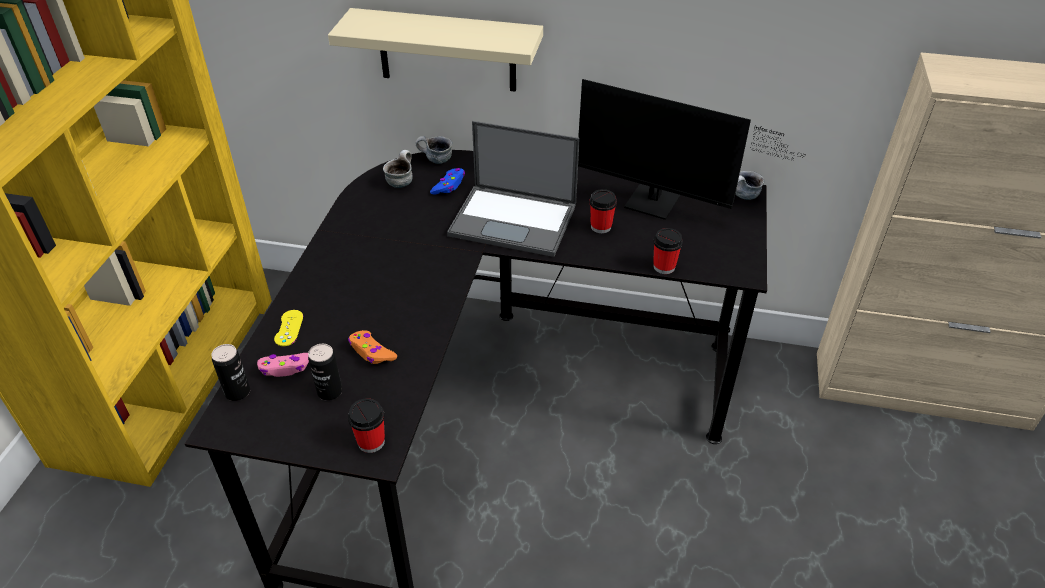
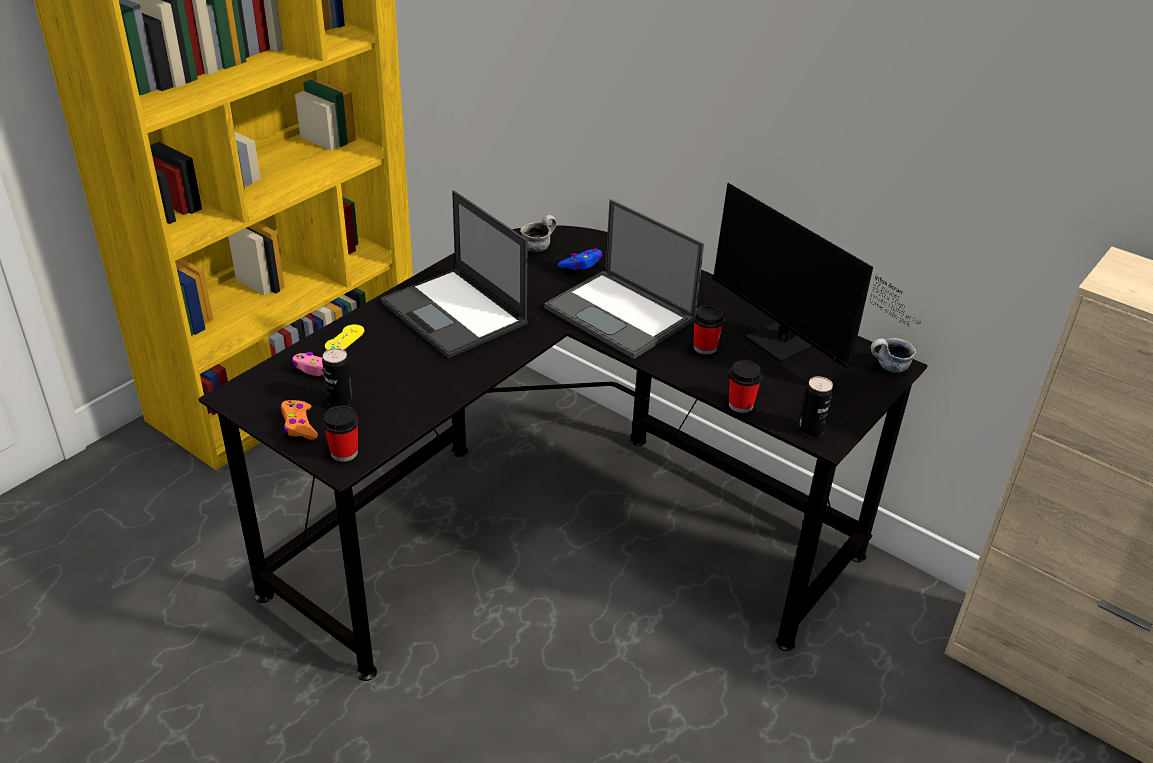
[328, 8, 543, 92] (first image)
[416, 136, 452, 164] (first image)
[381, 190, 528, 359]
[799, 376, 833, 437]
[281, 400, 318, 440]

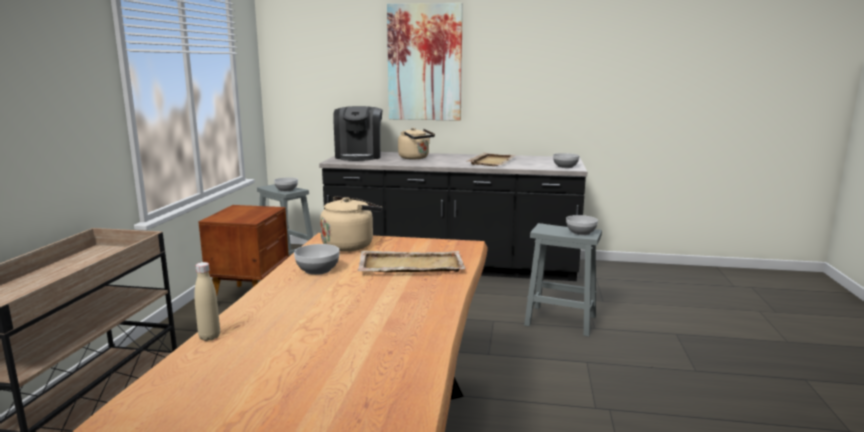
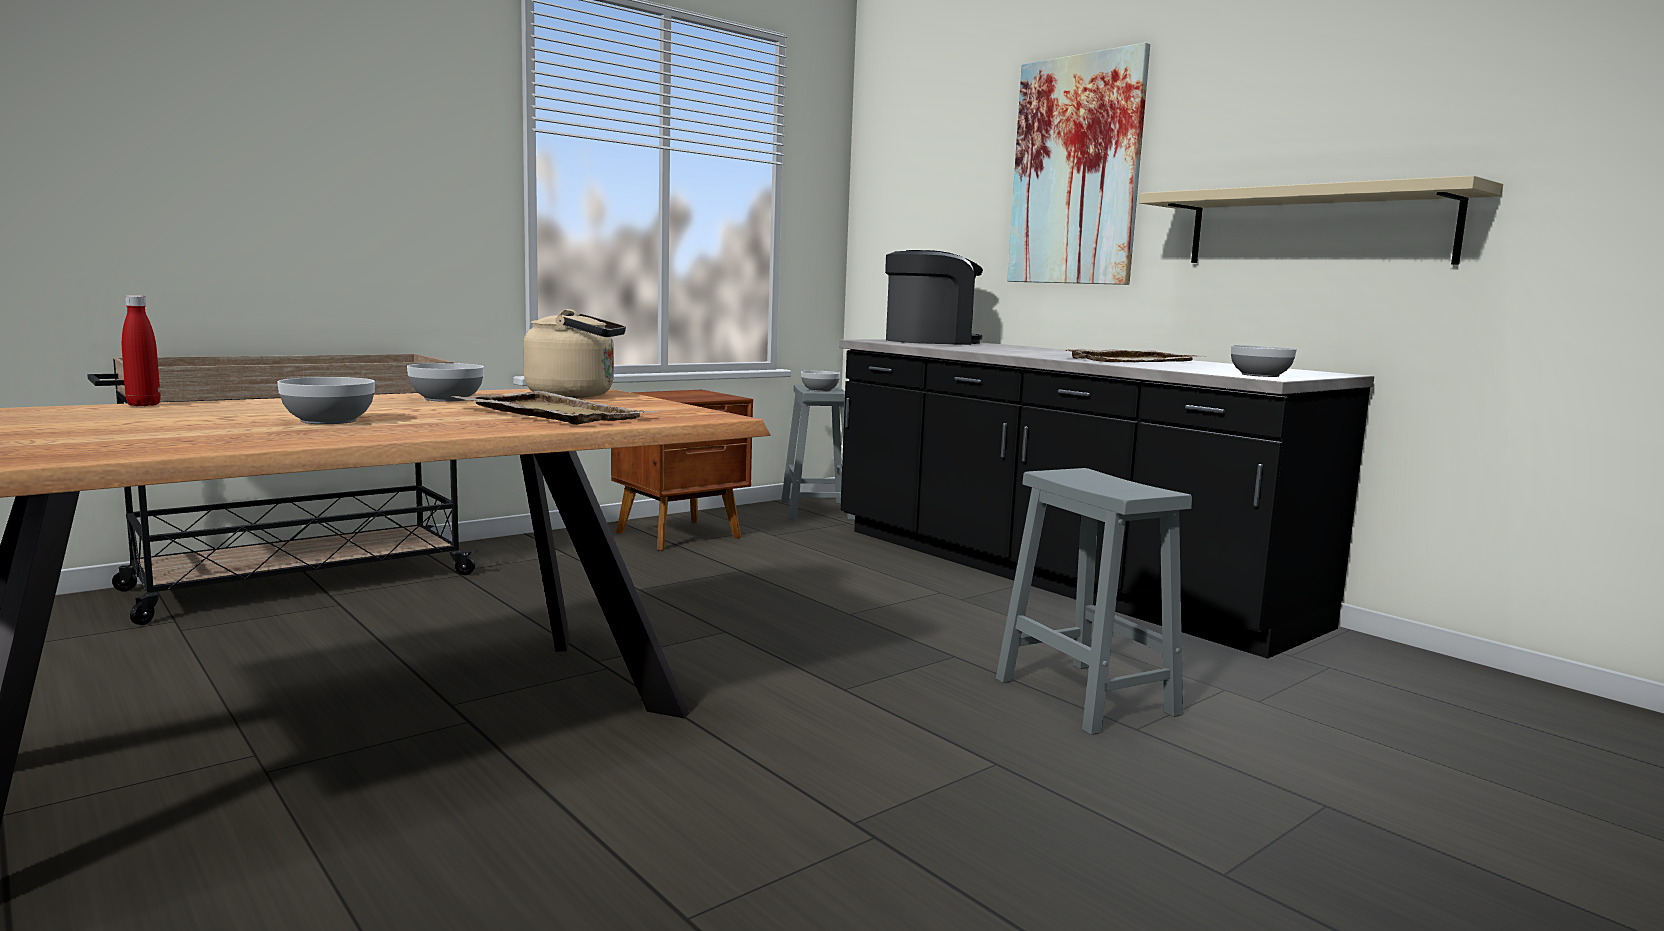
[398, 128, 435, 159] (first image)
[1139, 175, 1503, 265]
[277, 377, 375, 424]
[122, 295, 160, 406]
[885, 250, 983, 345]

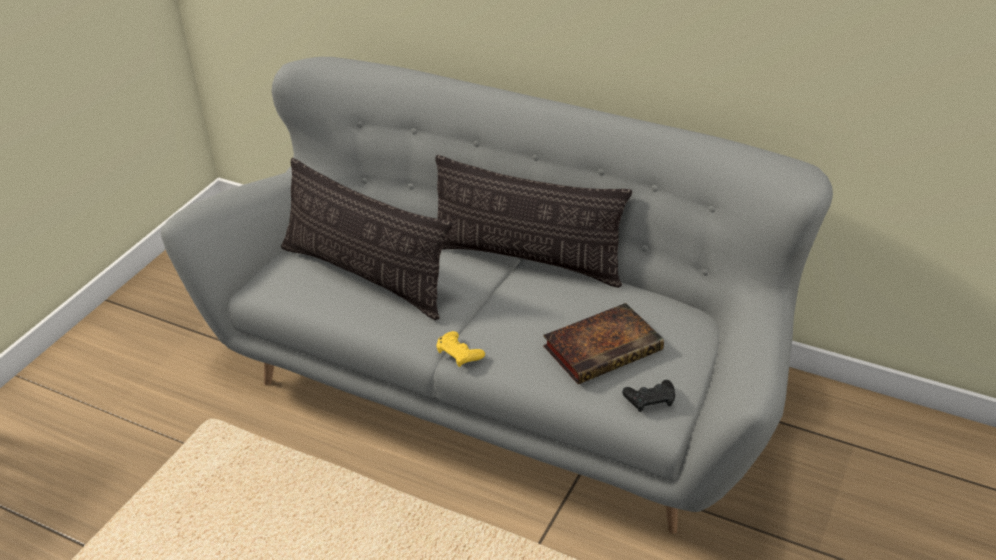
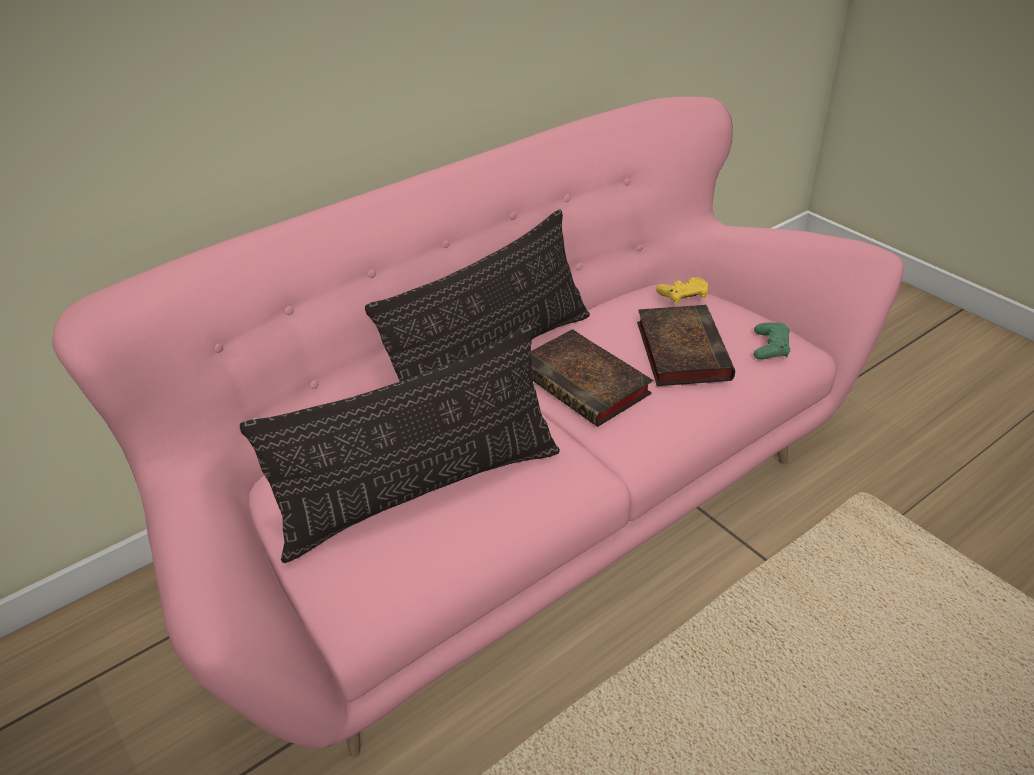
[531, 329, 653, 427]
[656, 277, 709, 305]
[52, 97, 904, 757]
[754, 323, 791, 360]

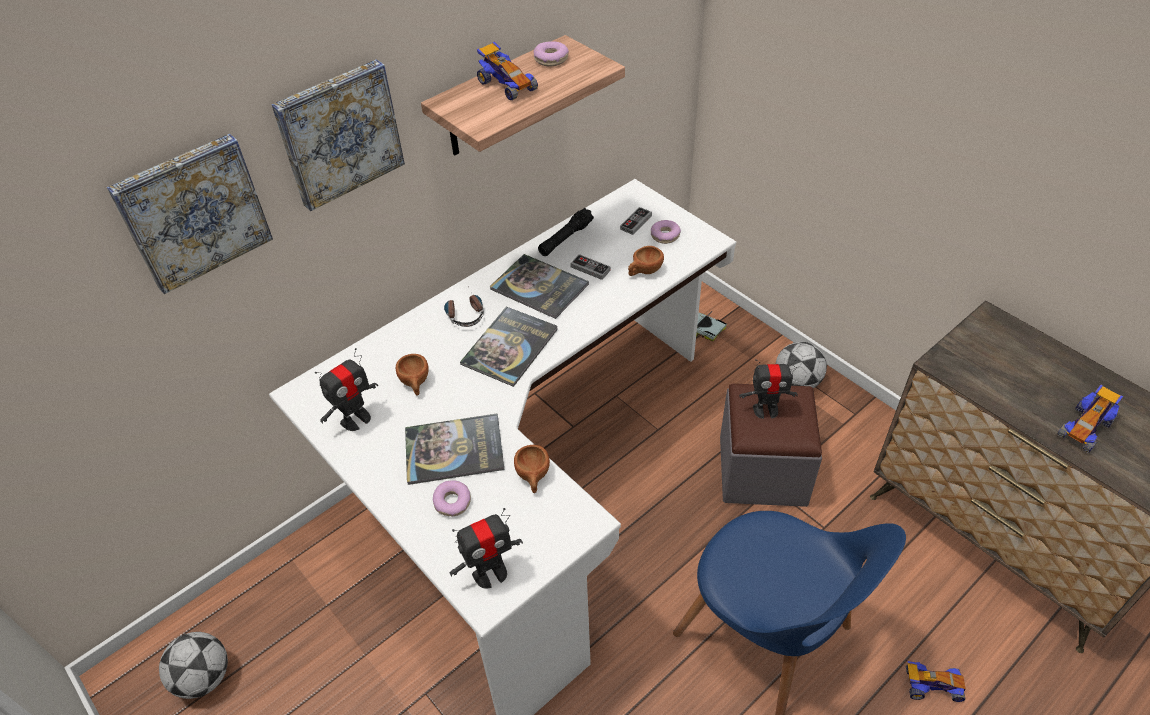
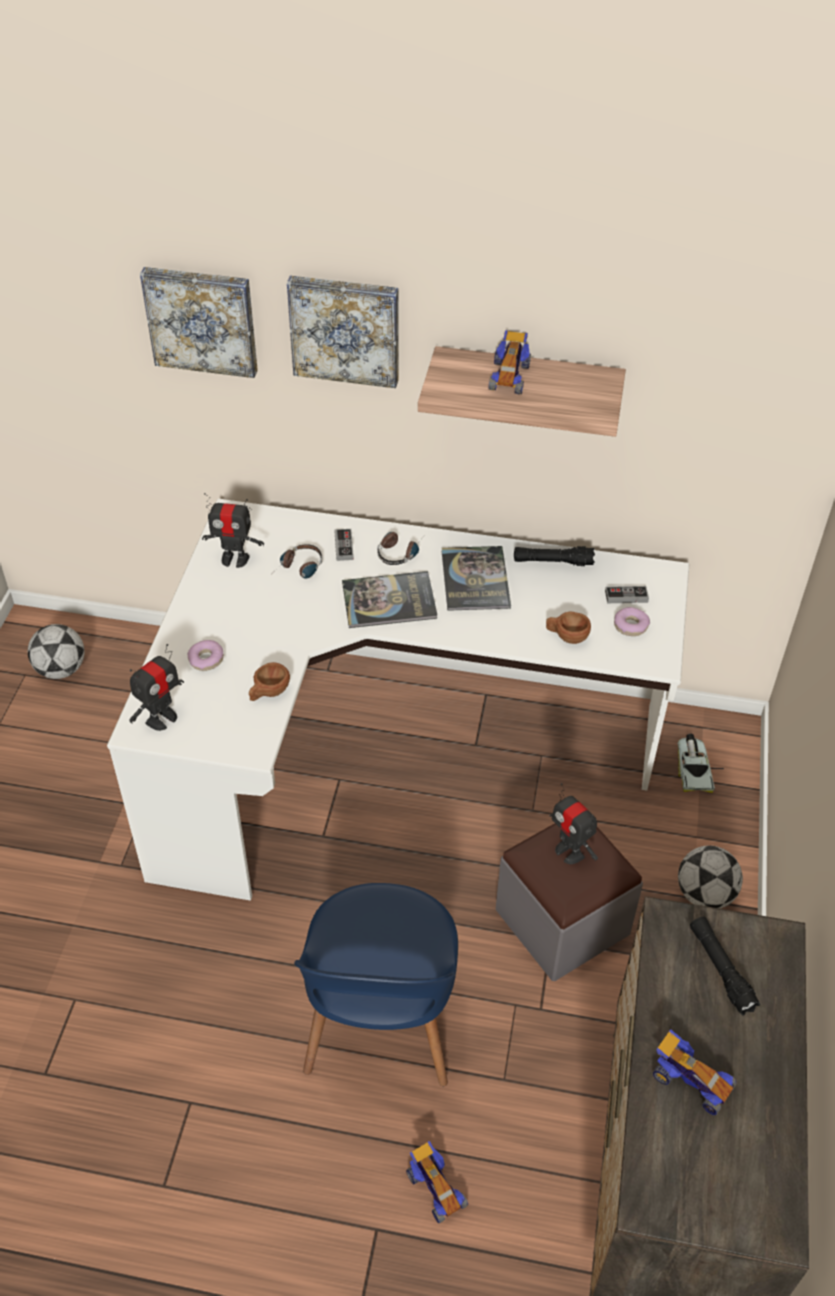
[405, 414, 504, 485] (first image)
[533, 41, 569, 67] (first image)
[690, 917, 760, 1016]
[334, 529, 354, 561]
[277, 544, 322, 578]
[129, 644, 184, 731]
[653, 1029, 737, 1115]

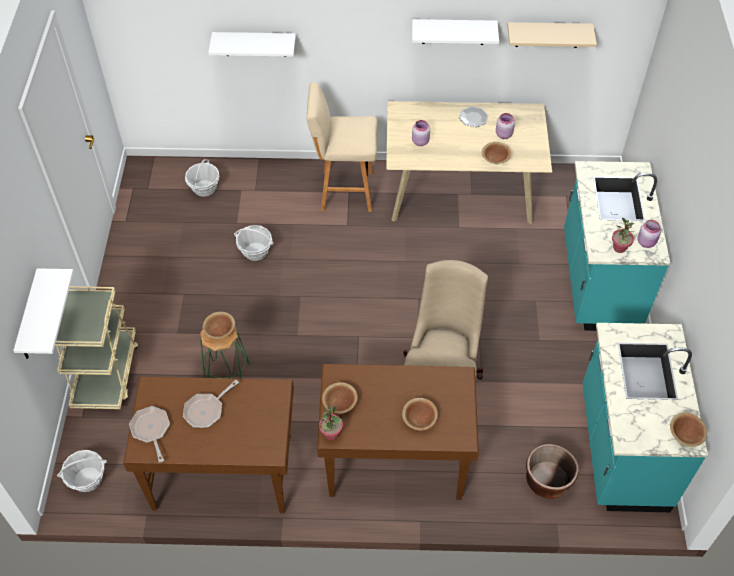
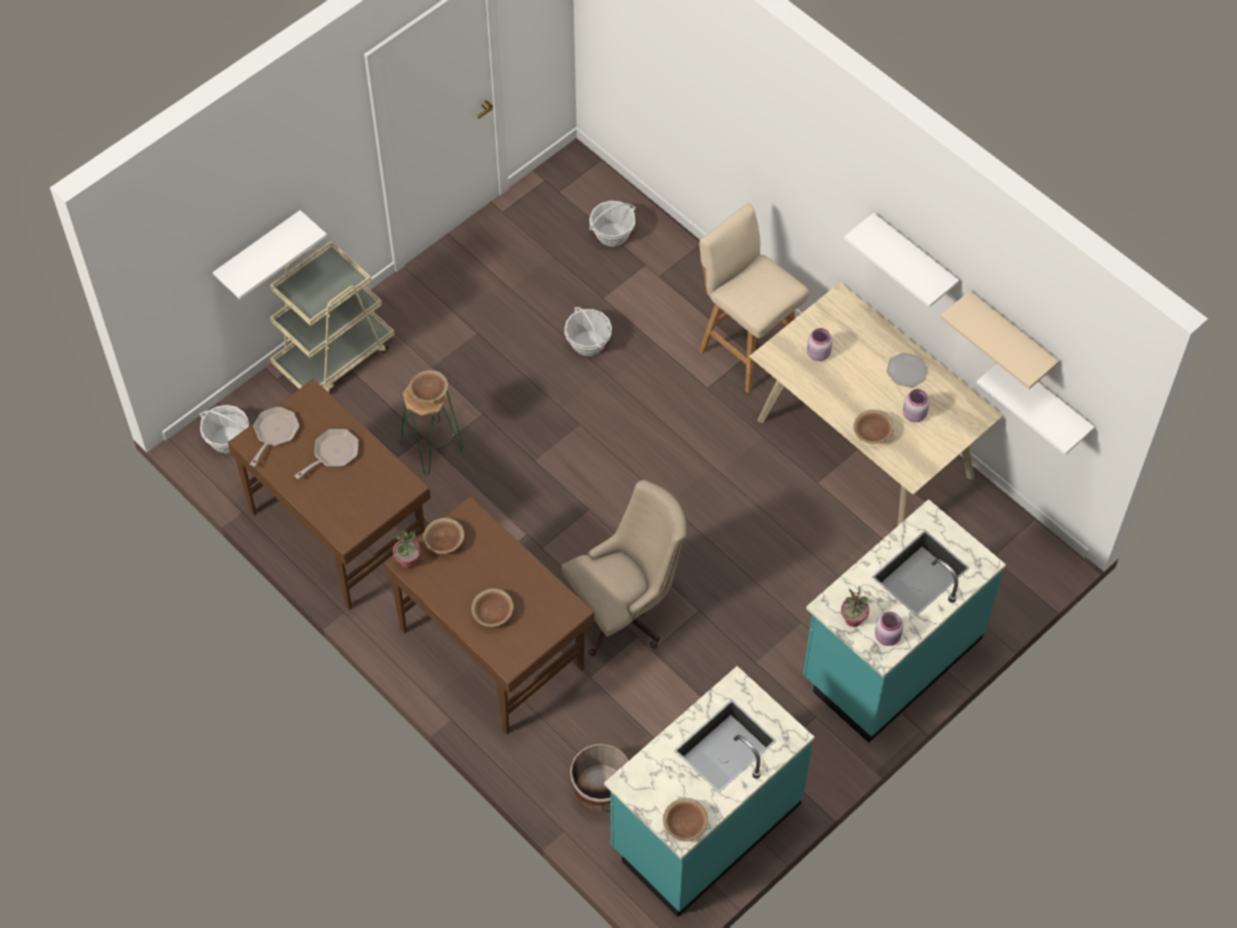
[977, 364, 1095, 455]
[294, 429, 358, 479]

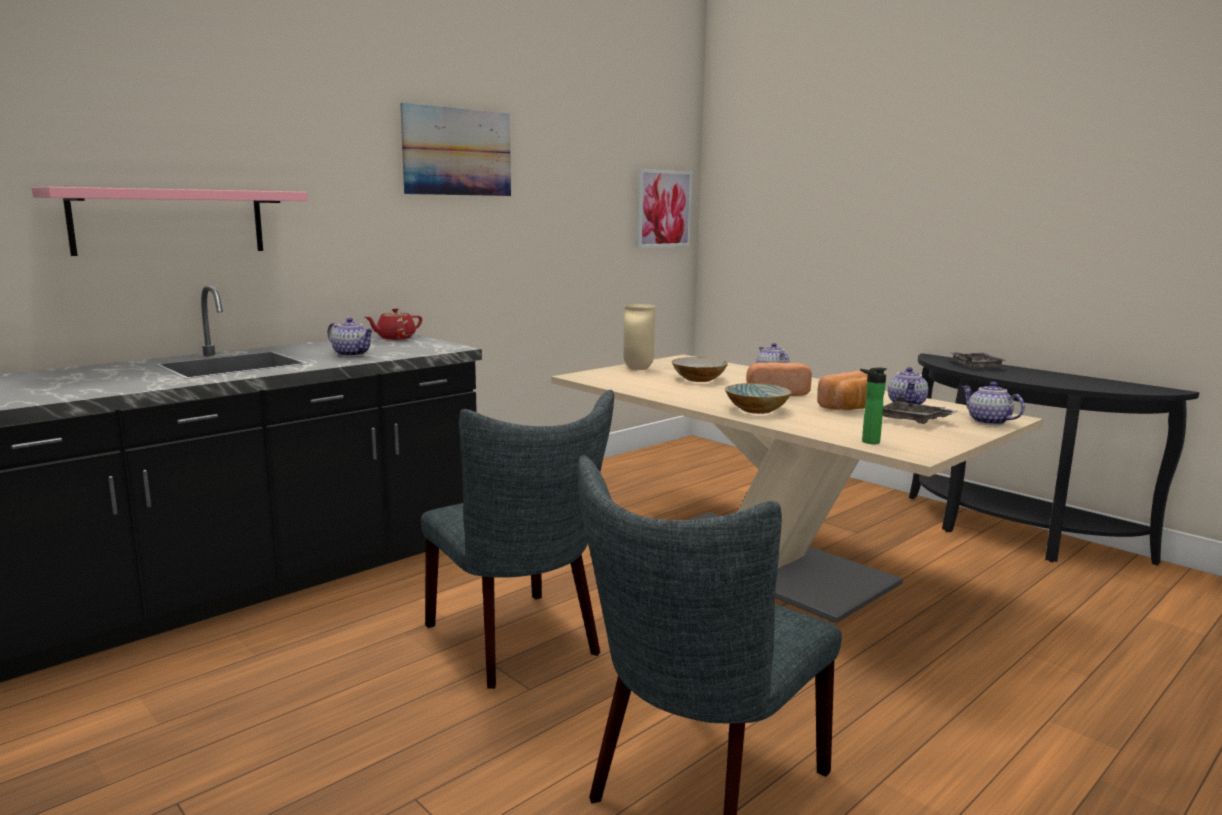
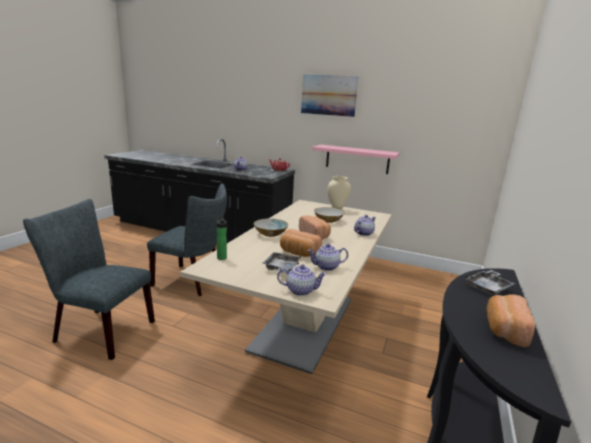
[637, 169, 693, 248] (first image)
[487, 294, 535, 347]
[312, 144, 400, 174]
[147, 183, 227, 296]
[277, 265, 327, 296]

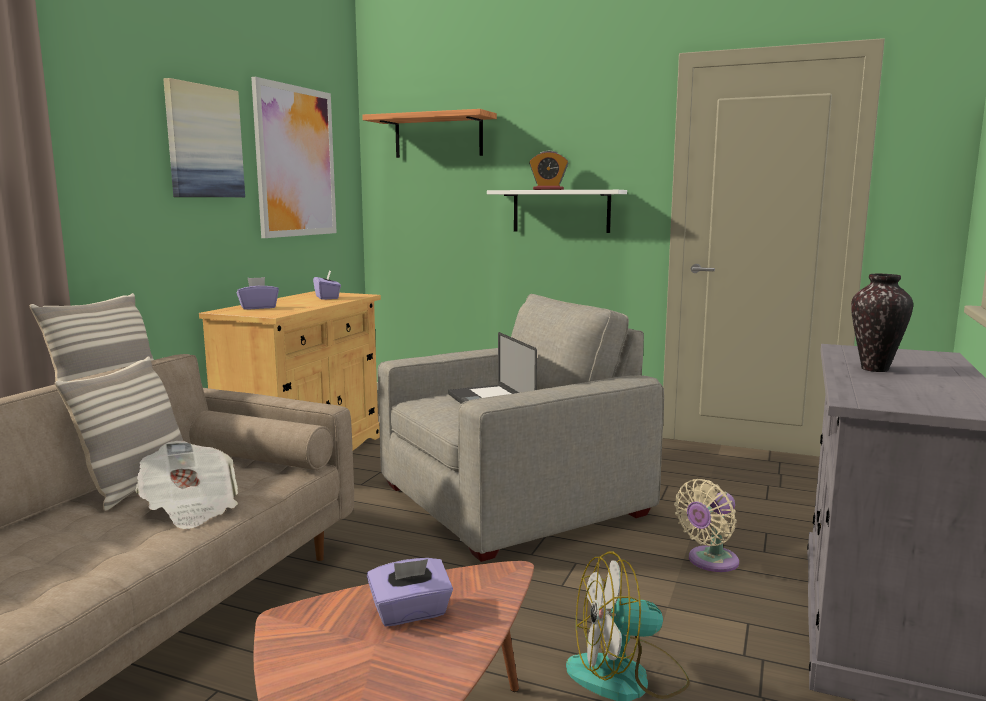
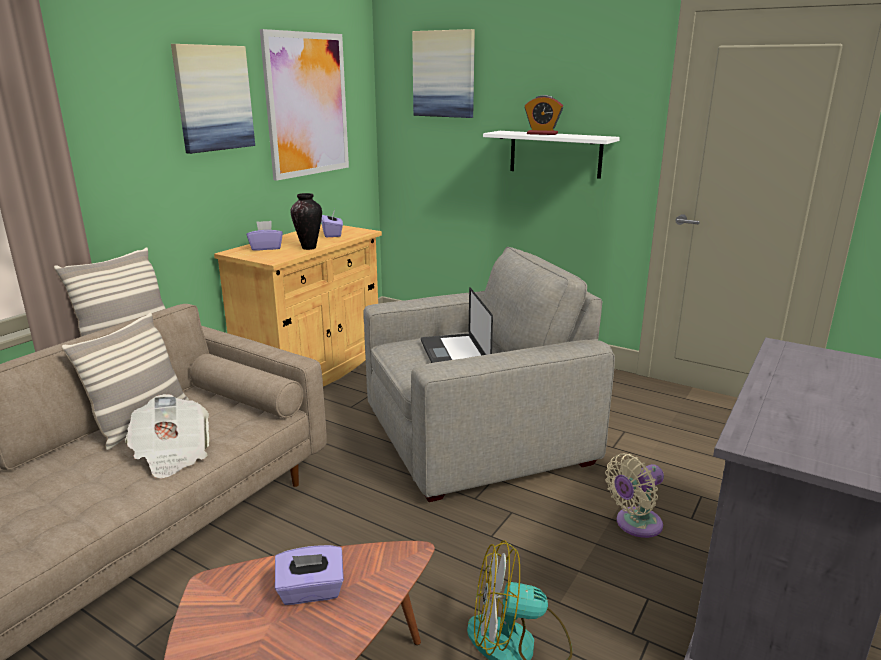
[291, 193, 322, 250]
[412, 29, 475, 118]

